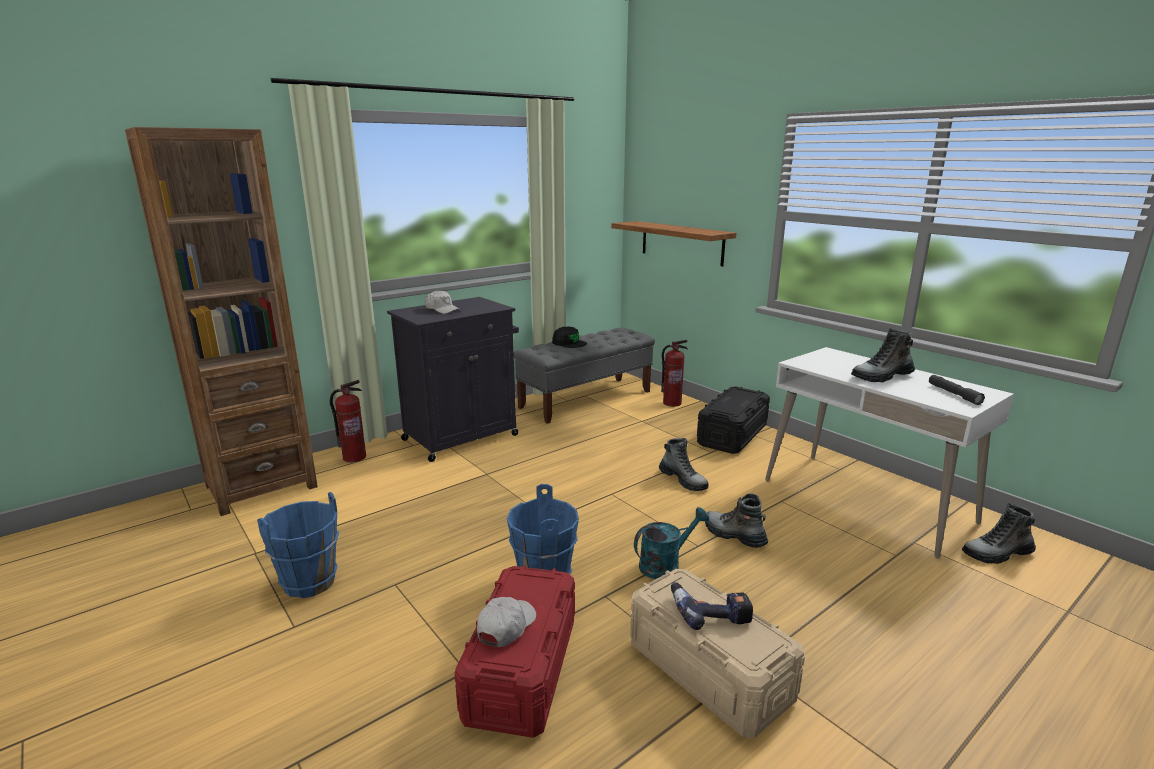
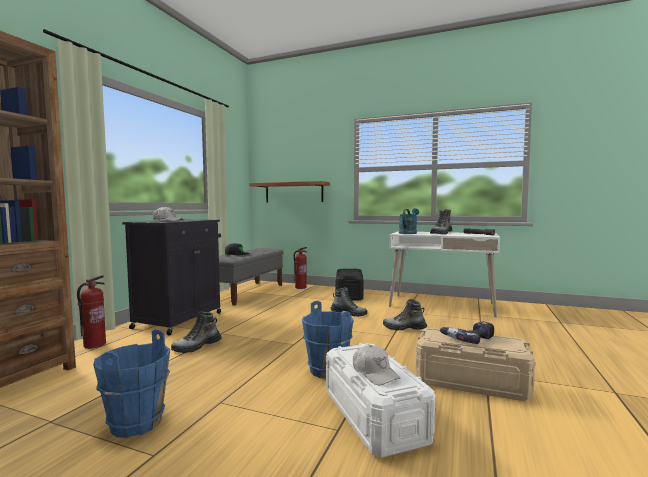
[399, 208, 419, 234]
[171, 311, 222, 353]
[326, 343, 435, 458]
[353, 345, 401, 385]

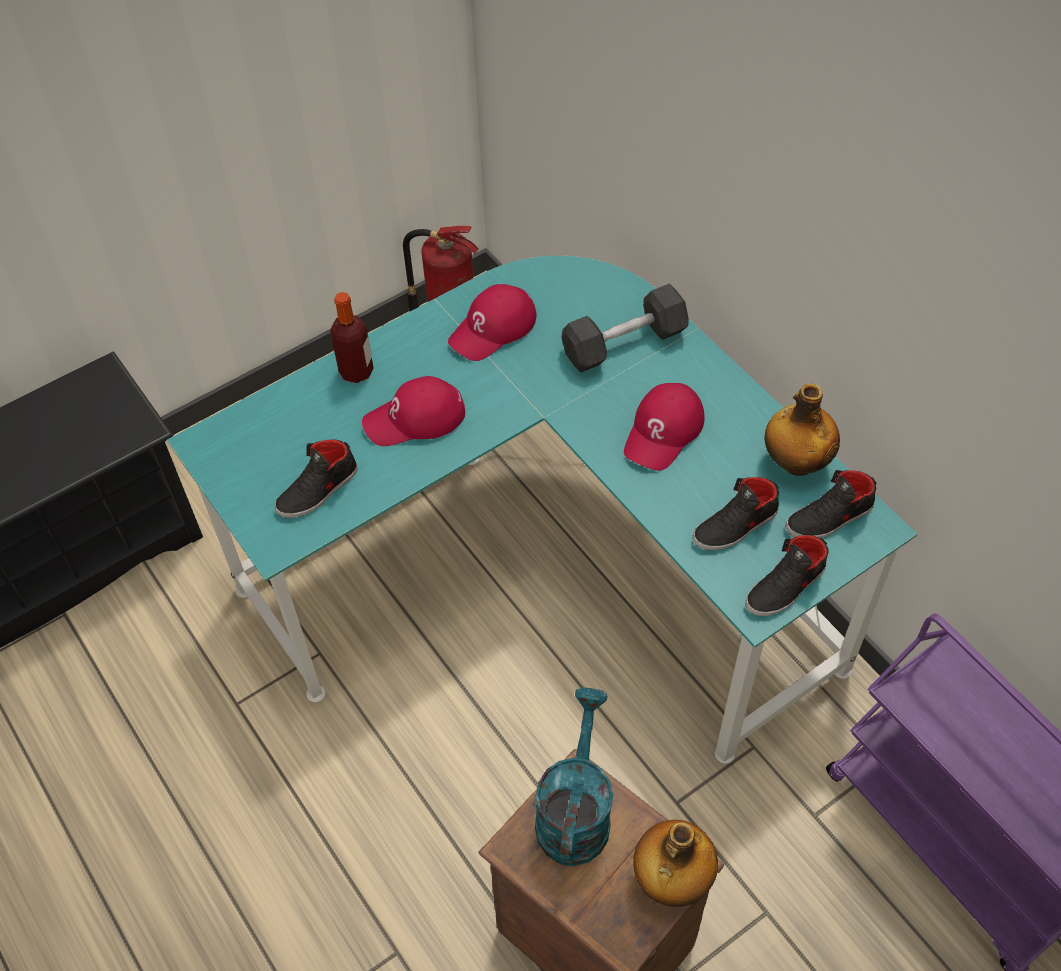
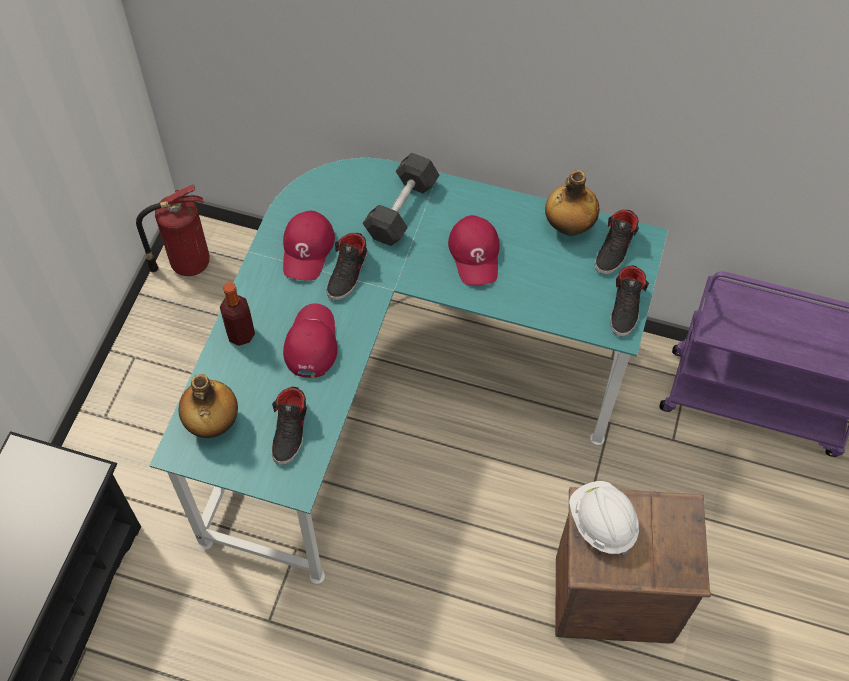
[179, 374, 238, 438]
[326, 233, 367, 300]
[569, 481, 639, 556]
[283, 303, 338, 378]

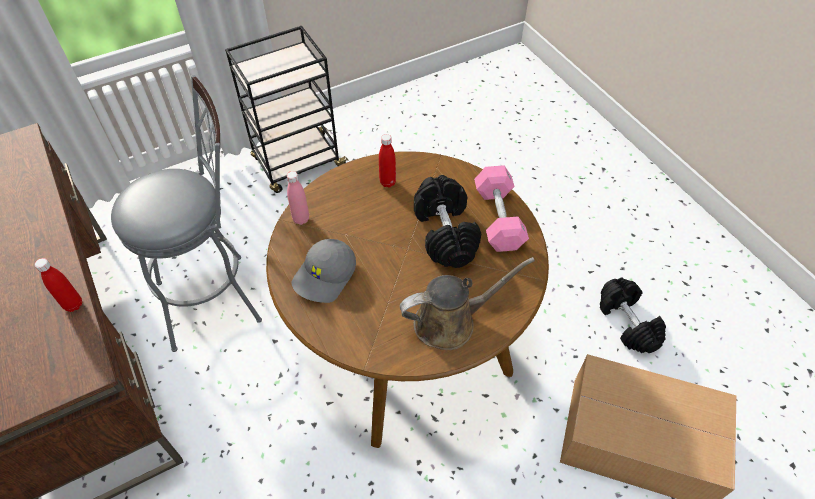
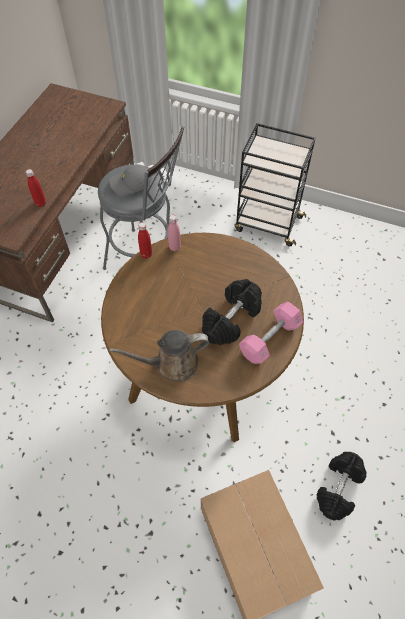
[110, 164, 152, 196]
[138, 222, 152, 259]
[109, 330, 209, 382]

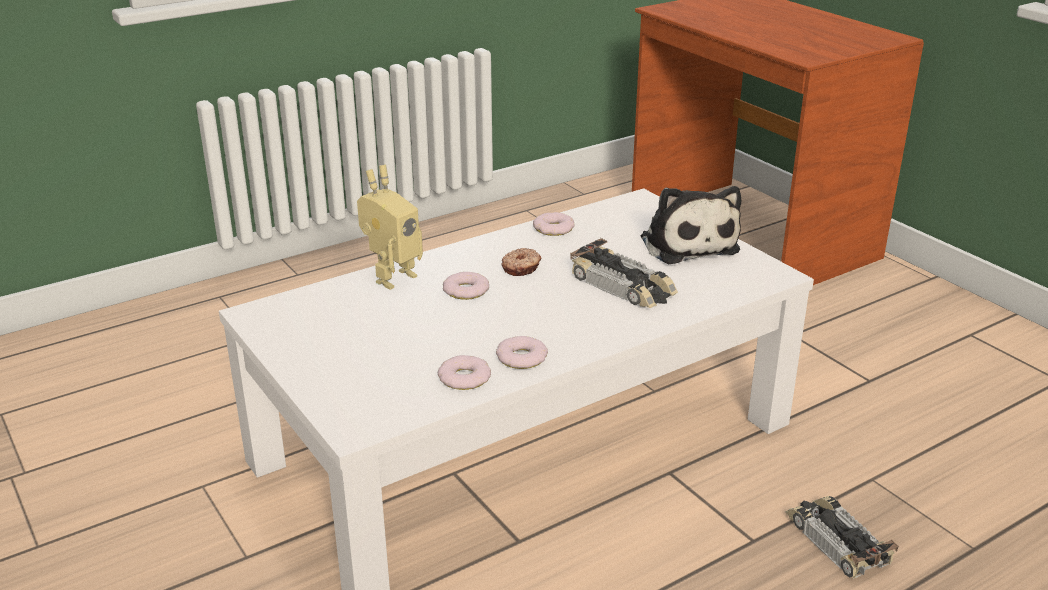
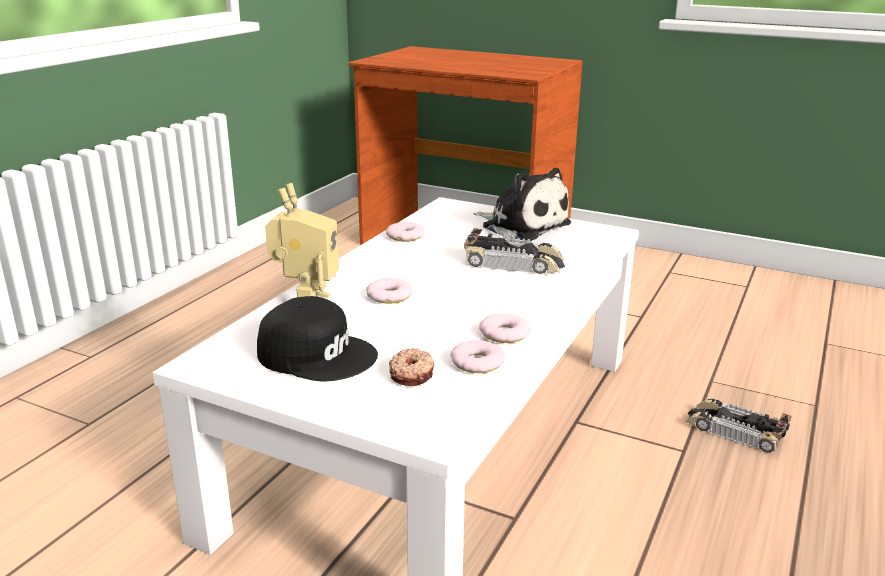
[257, 296, 378, 381]
[389, 348, 434, 386]

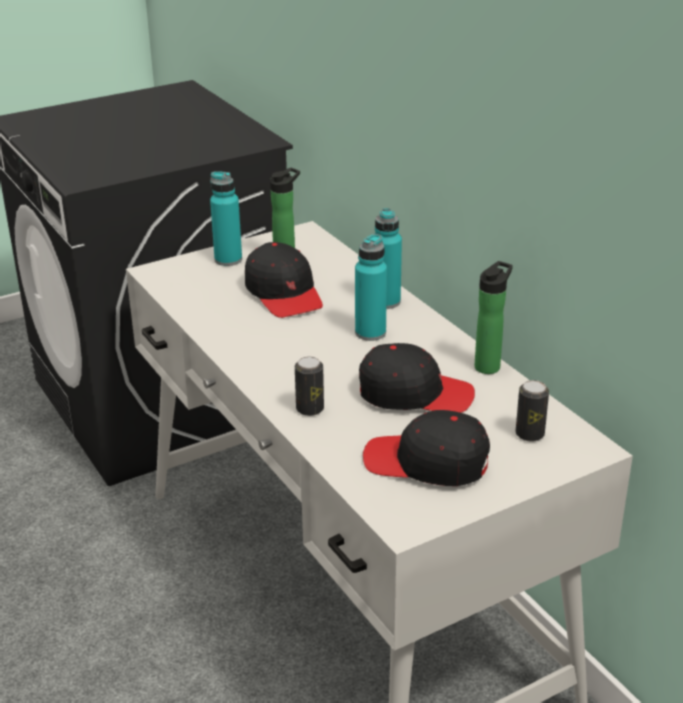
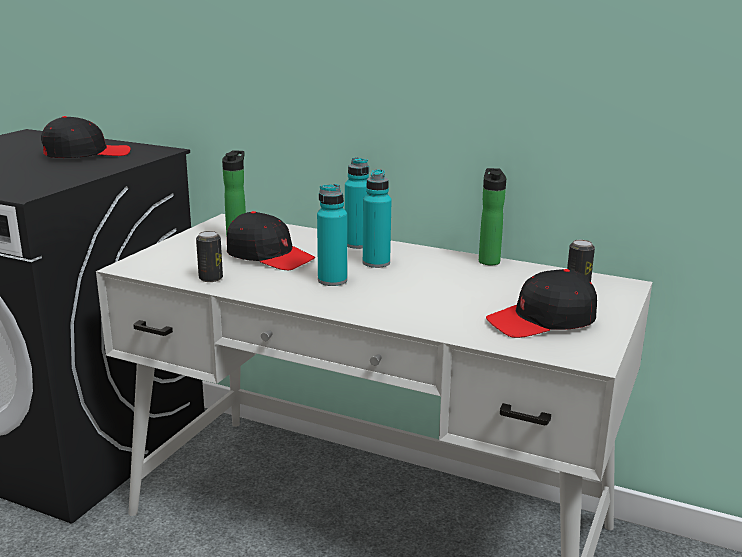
[317, 184, 347, 286]
[196, 231, 223, 282]
[41, 116, 131, 158]

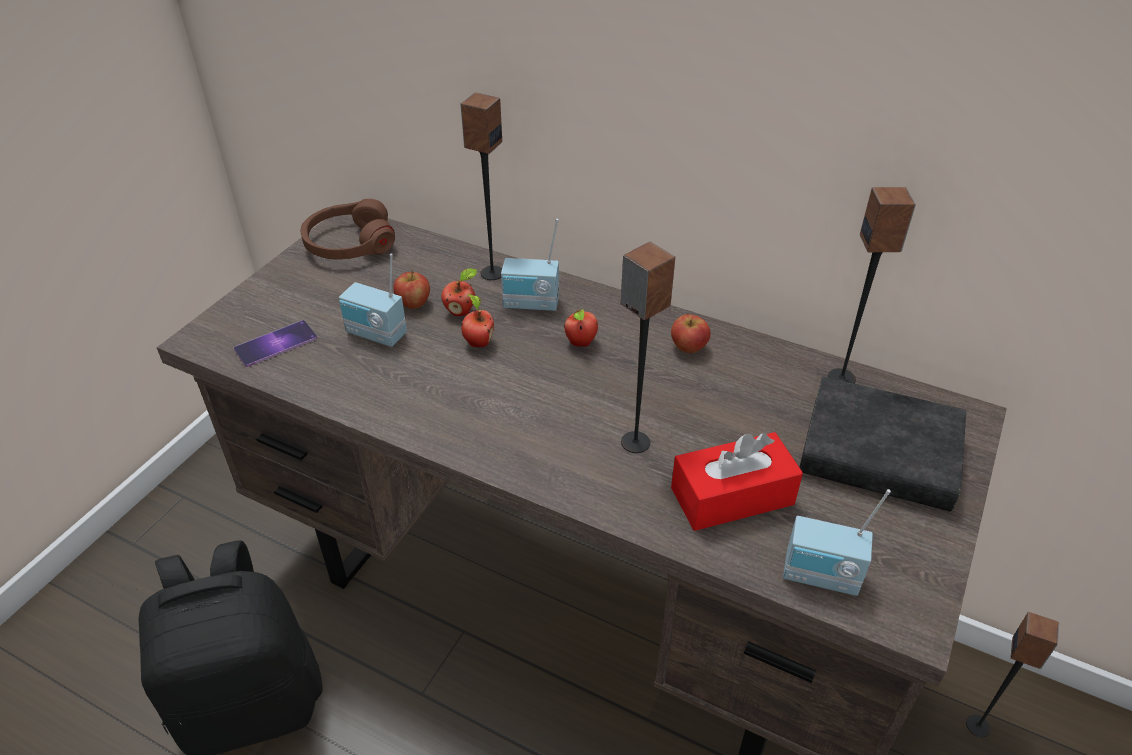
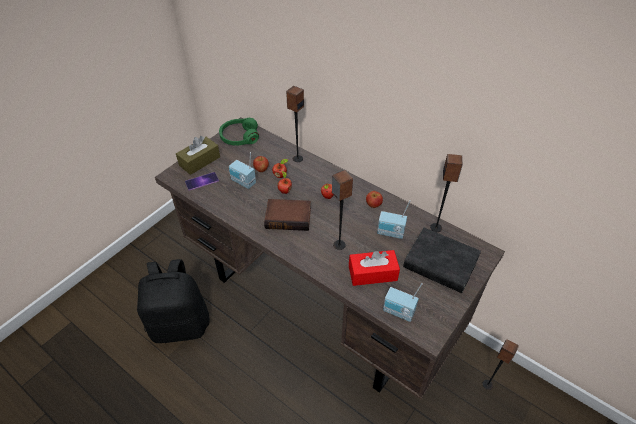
[176, 136, 220, 175]
[264, 199, 311, 231]
[377, 200, 411, 239]
[219, 118, 259, 145]

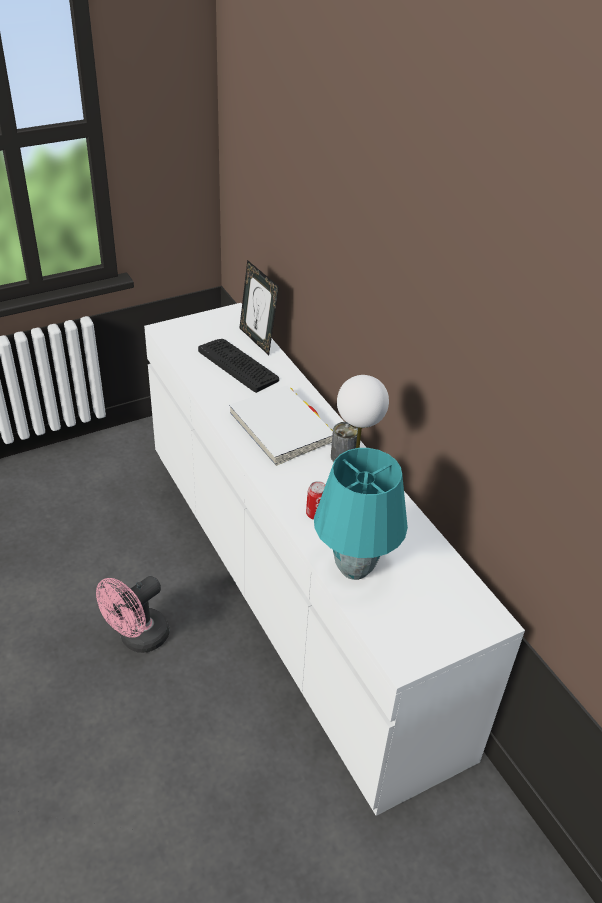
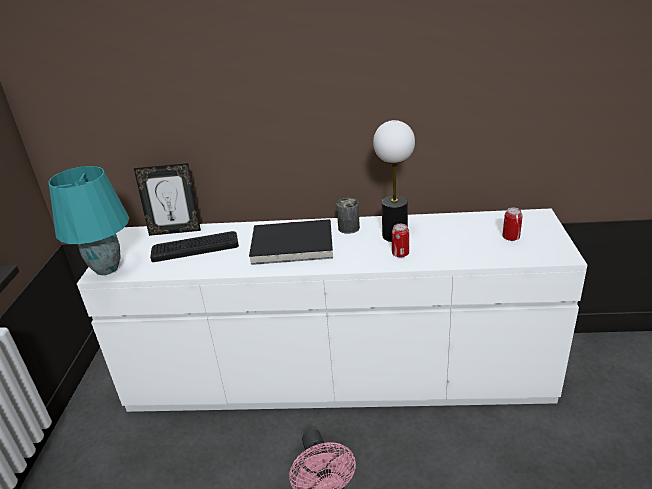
[502, 208, 523, 241]
[49, 166, 129, 275]
[249, 219, 333, 265]

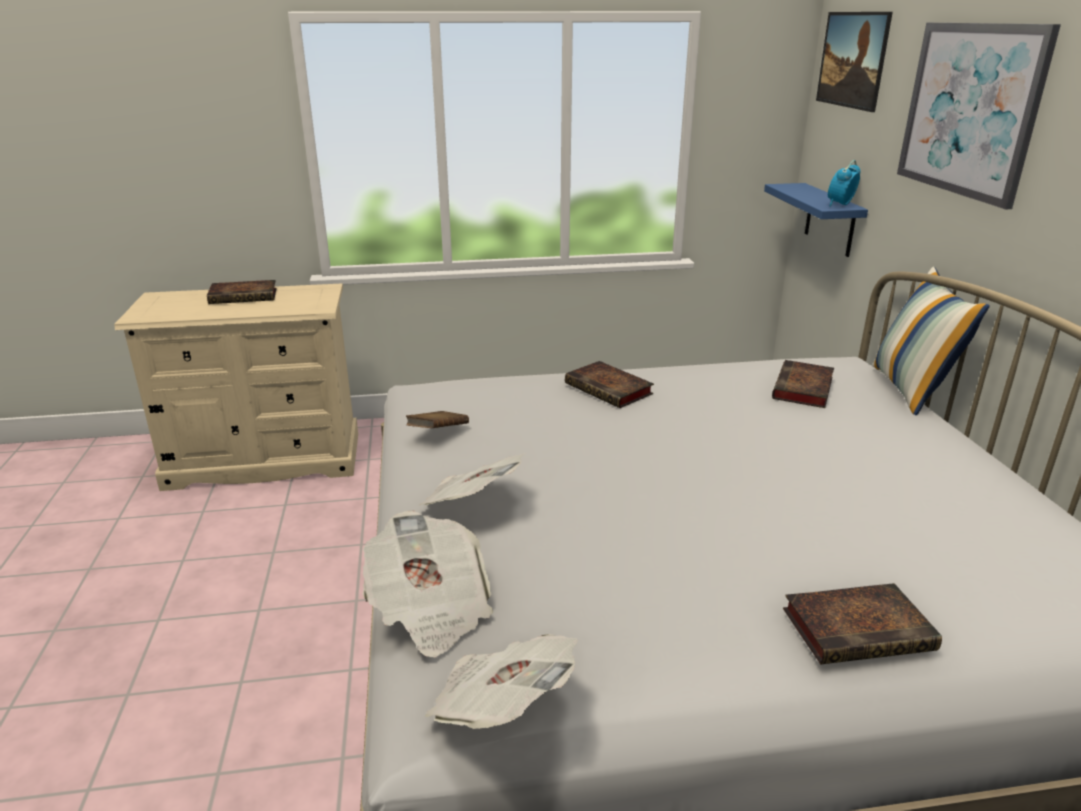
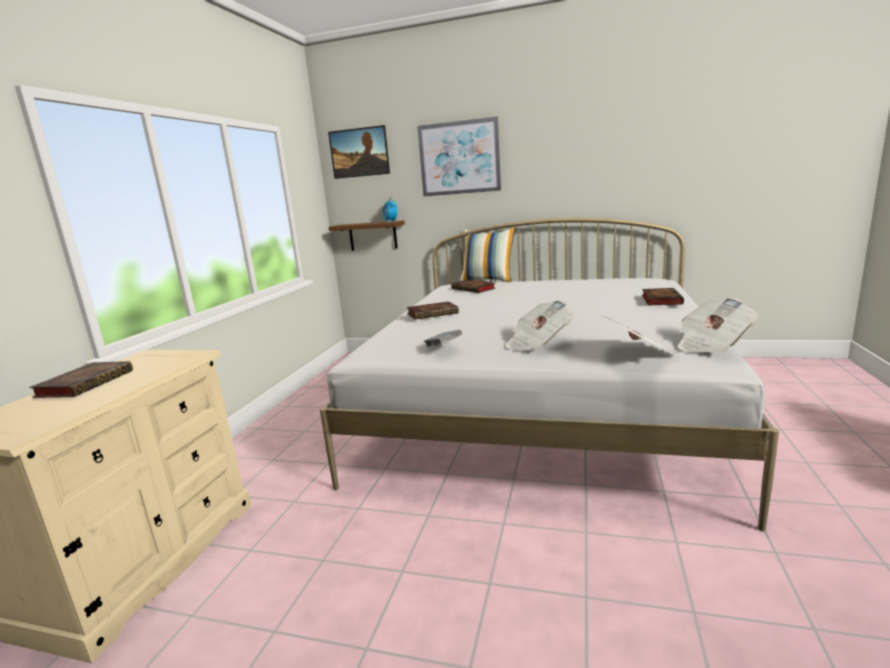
[424, 330, 462, 347]
[329, 220, 405, 251]

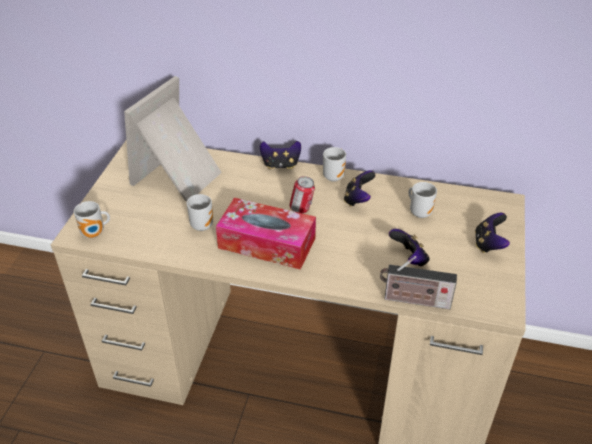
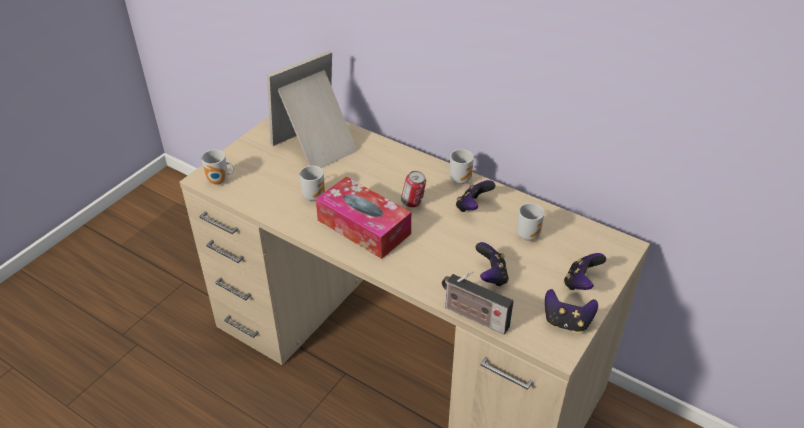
[545, 289, 598, 333]

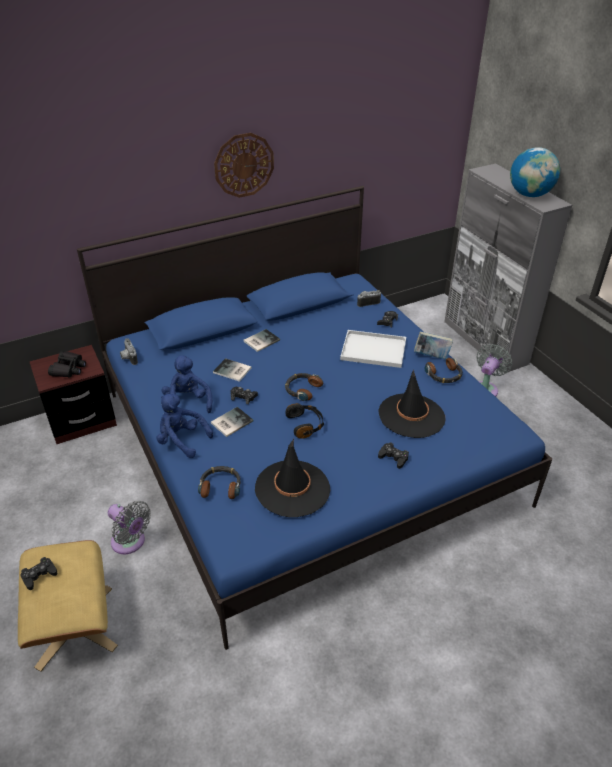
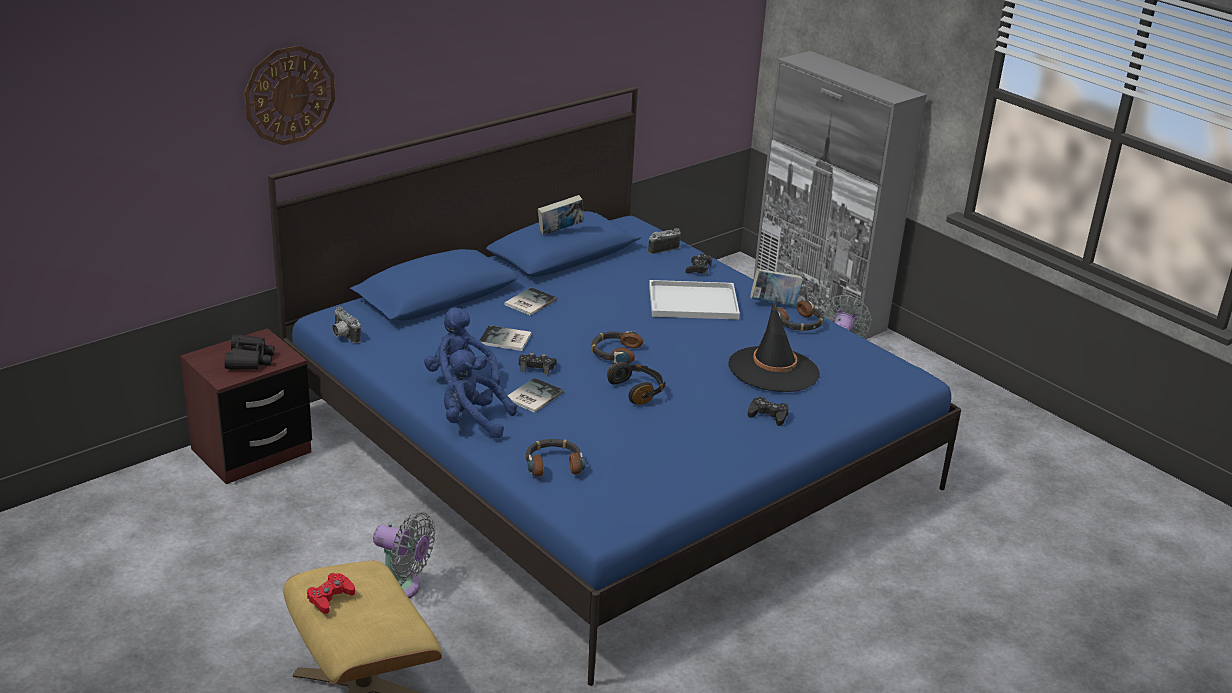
[255, 439, 330, 517] (first image)
[510, 147, 560, 197] (first image)
[538, 195, 584, 235]
[244, 46, 335, 145]
[307, 573, 355, 614]

